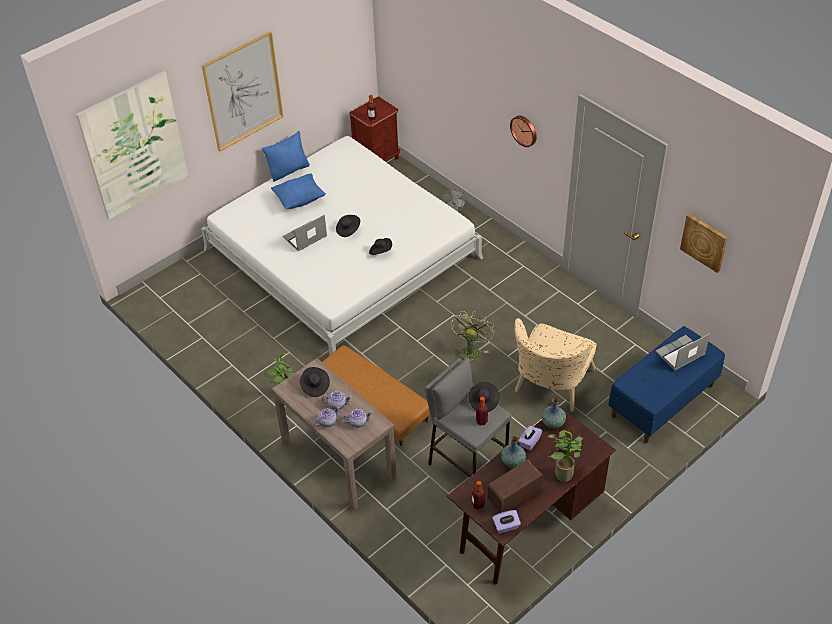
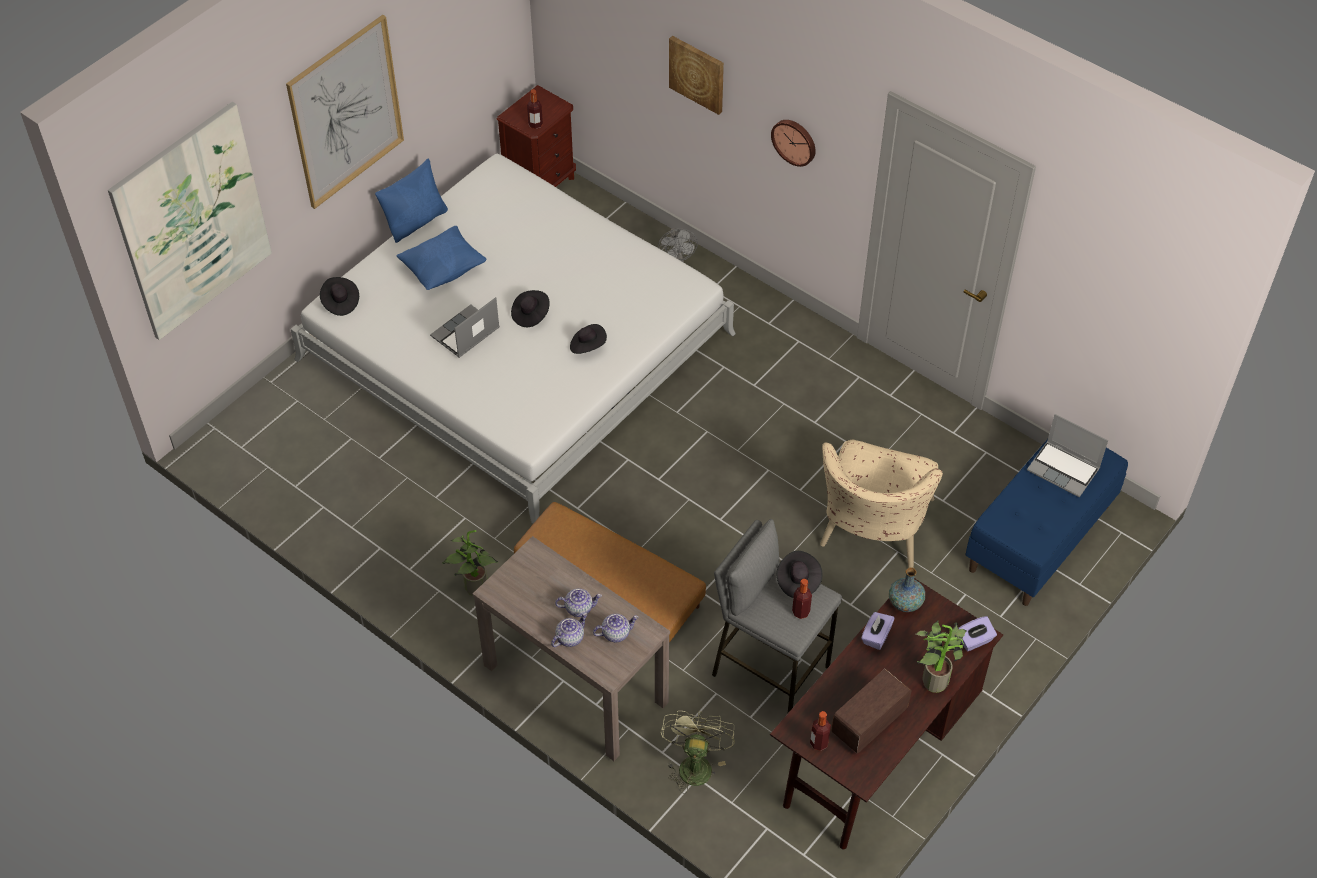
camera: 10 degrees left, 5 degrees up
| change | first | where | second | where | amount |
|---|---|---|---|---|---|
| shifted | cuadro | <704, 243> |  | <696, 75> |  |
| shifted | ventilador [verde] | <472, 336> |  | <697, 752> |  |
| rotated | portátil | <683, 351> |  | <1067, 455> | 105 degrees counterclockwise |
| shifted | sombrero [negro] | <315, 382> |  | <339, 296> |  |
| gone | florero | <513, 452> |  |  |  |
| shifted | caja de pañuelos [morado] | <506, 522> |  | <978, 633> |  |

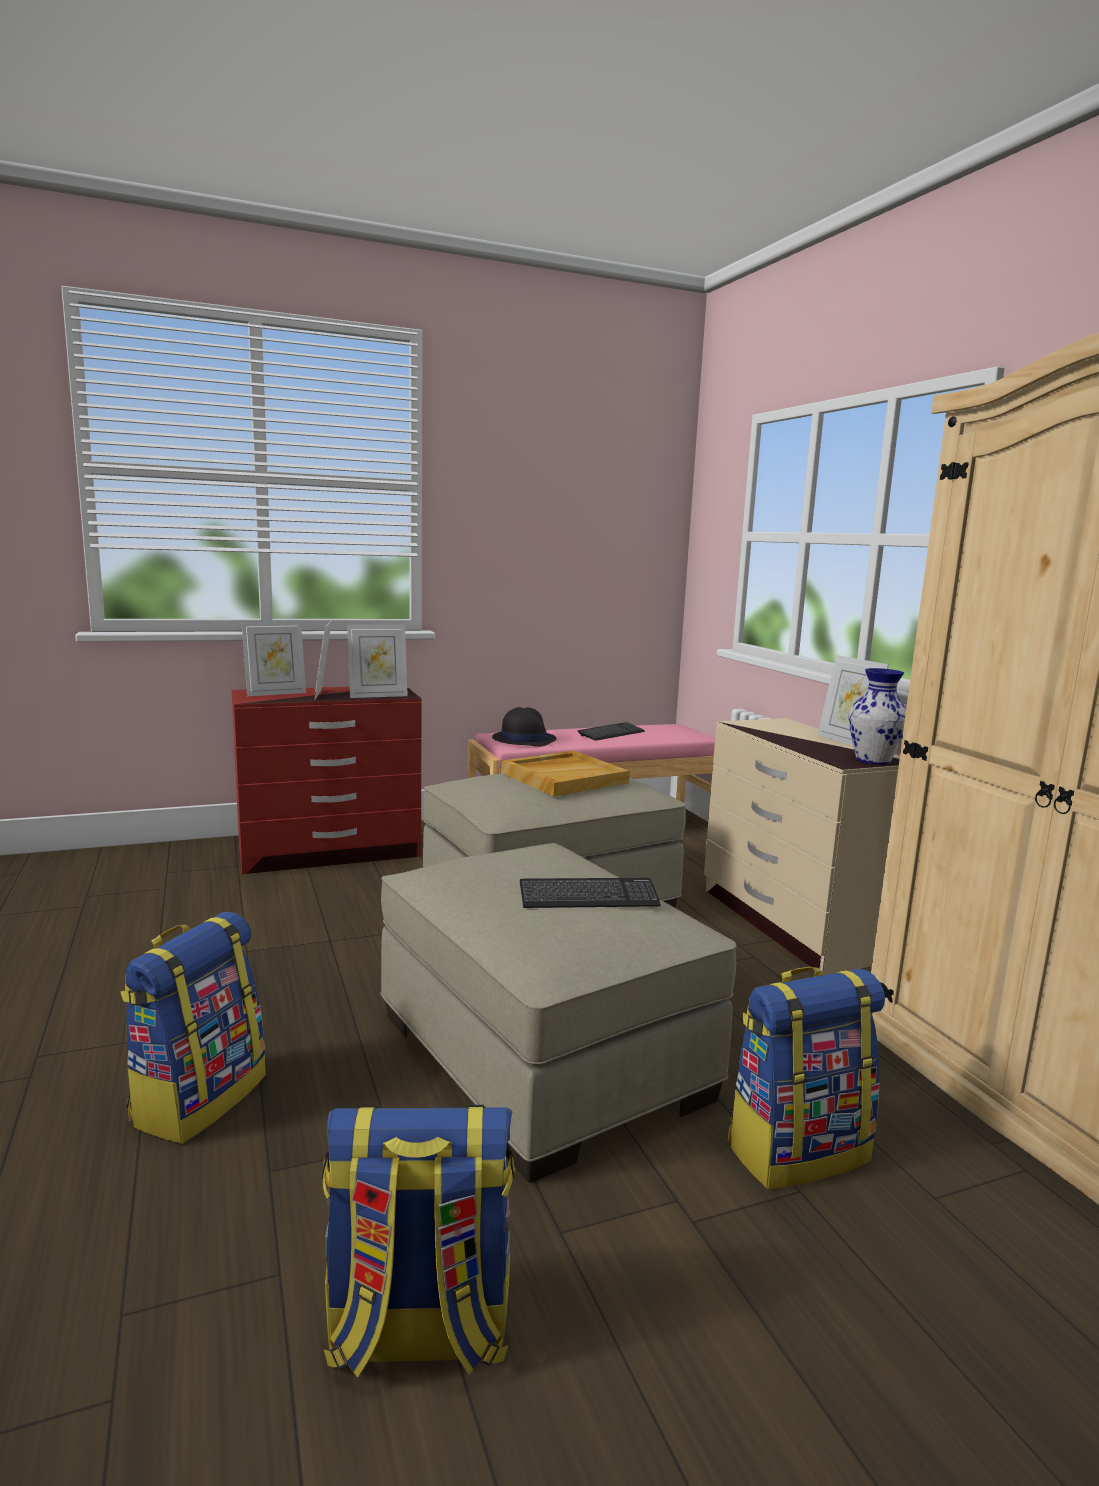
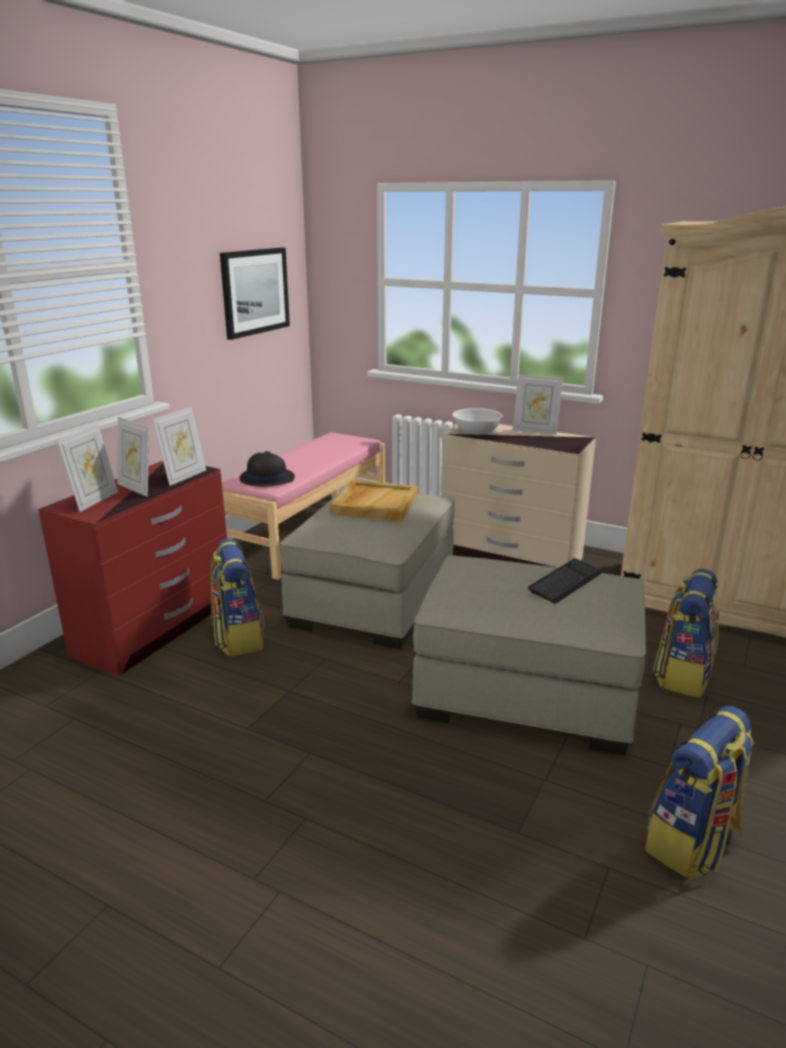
camera: 40 degrees left, 10 degrees up
| change | first | where | second | where | amount |
|---|---|---|---|---|---|
| gone | florero | <877, 716> |  |  |  |
| gone | teclado | <611, 731> |  |  |  |
| shifted | mochila | <193, 1028> |  | <237, 597> |  |
| new |  |  | cuadro | <255, 293> |  |
| new |  |  | cuenco [blanco] | <477, 421> |  |

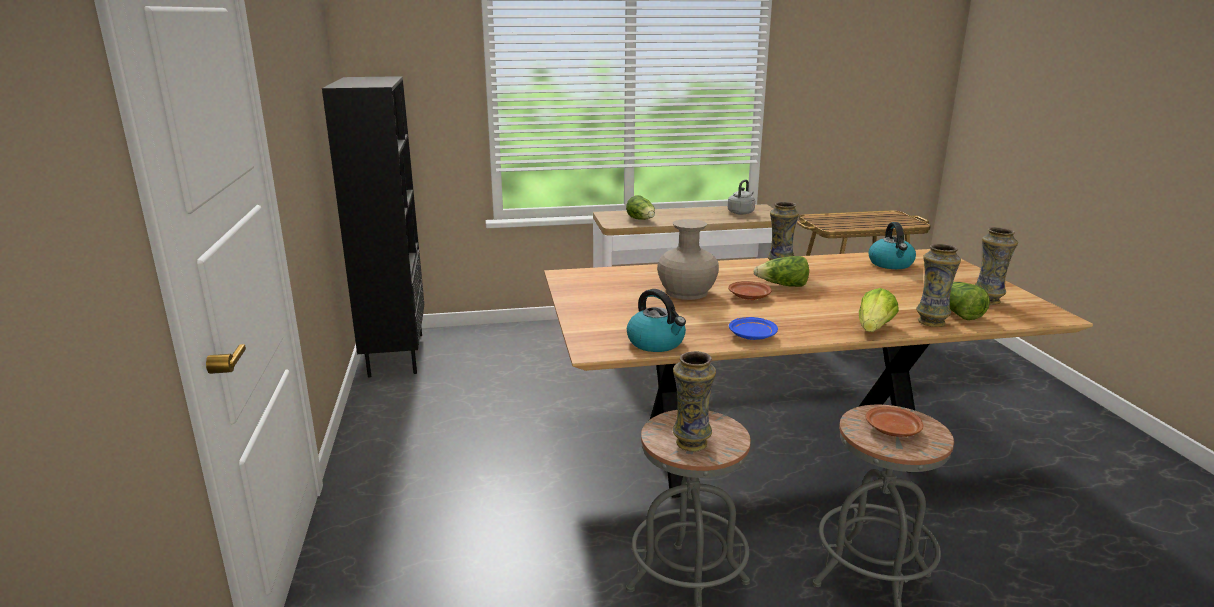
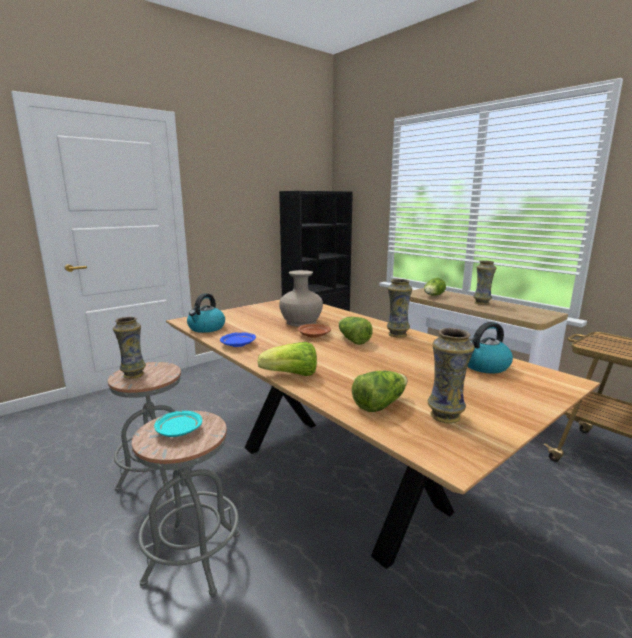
camera: 60 degrees right, 5 degrees down
| change | first | where | second | where | amount |
|---|---|---|---|---|---|
| gone | hervidor [gris] | <741, 197> |  |  |  |
| shifted | florero | <938, 285> |  | <484, 282> |  |
| repainted | plato [marrón] | <894, 421> | plato [turquesa] | <178, 424> |  |

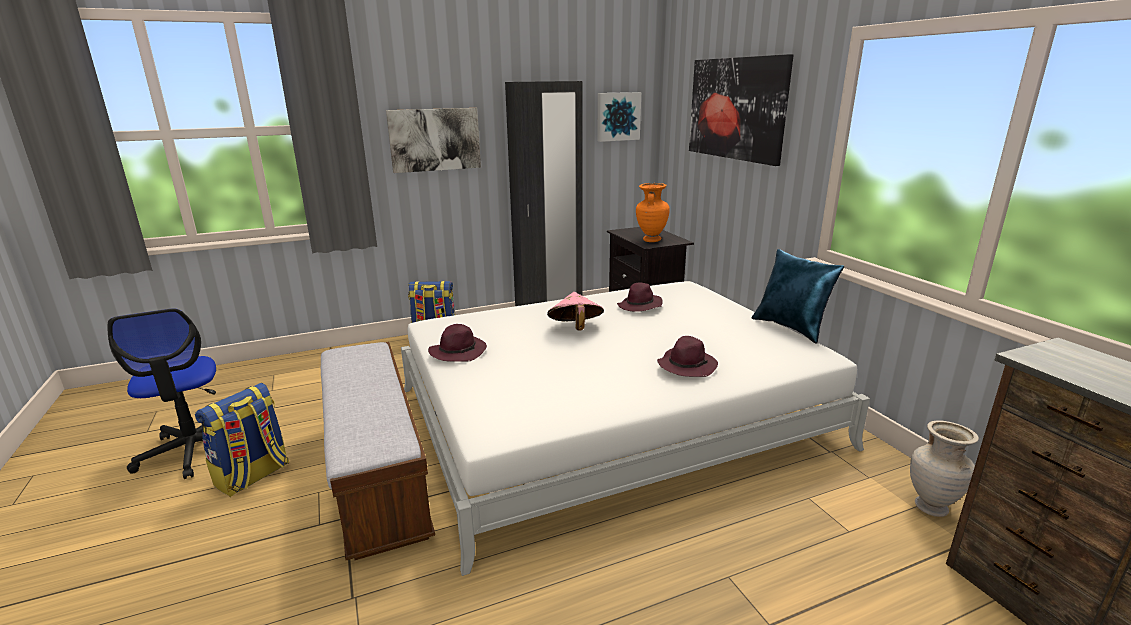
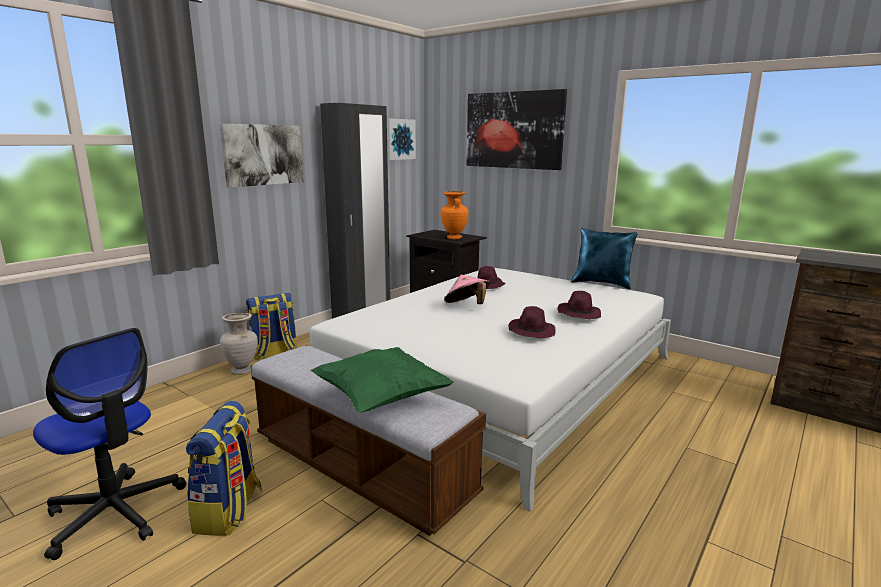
camera: 30 degrees left, 5 degrees down
| change | first | where | second | where | amount |
|---|---|---|---|---|---|
| shifted | sombrero [morado] | <457, 343> |  | <532, 322> |  |
| shifted | florero [beis] | <944, 468> |  | <239, 344> |  |
| new |  |  | cojín [verde] | <382, 380> |  |

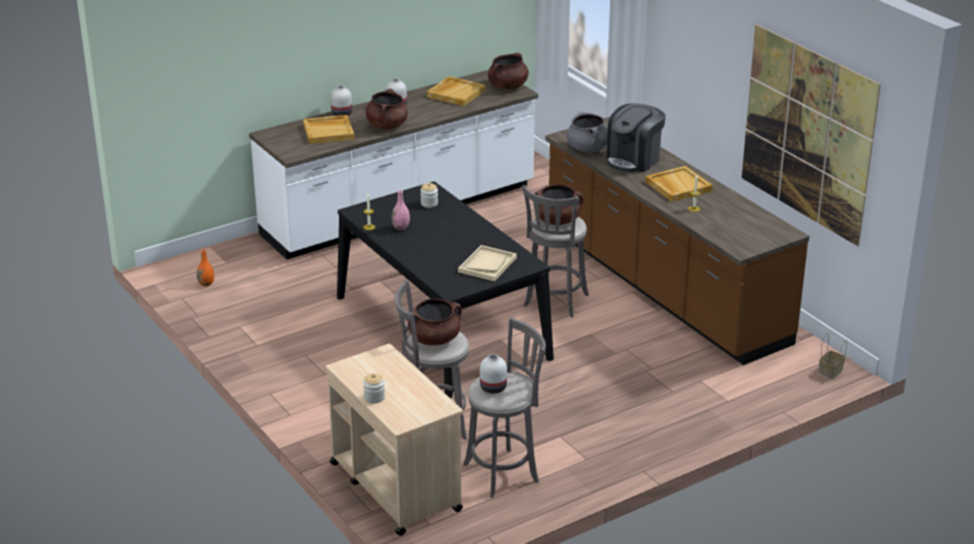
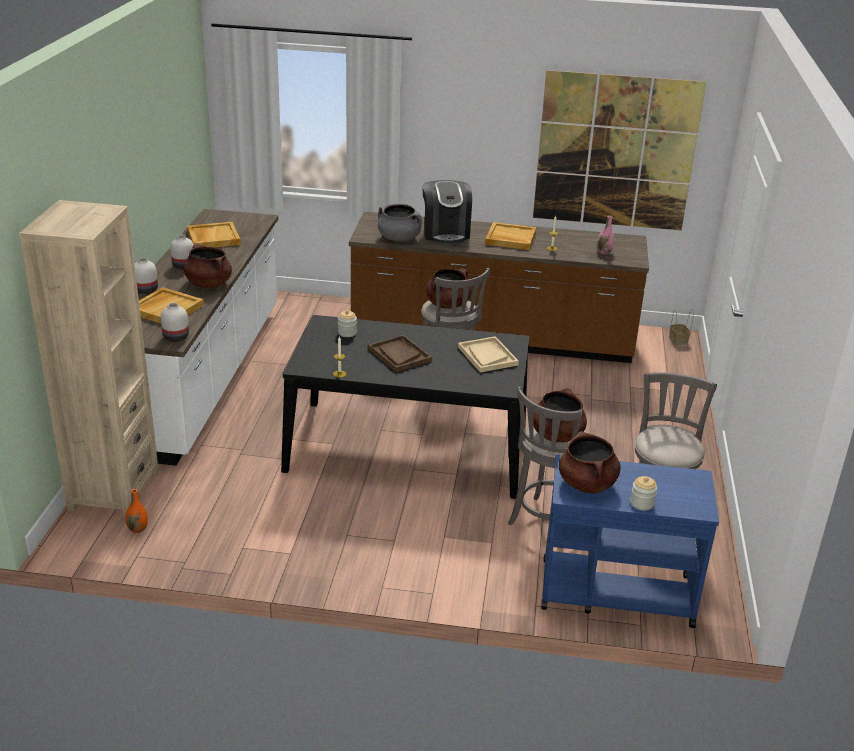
camera: 50 degrees left, 0 degrees up
| change | first | where | second | where | amount |
|---|---|---|---|---|---|
| shifted | olla [marrón] | <508, 71> |  | <589, 462> |  |
| shifted | florero [rosa] | <400, 210> |  | <606, 235> |  |
| repainted | carrito [beis] | <394, 440> | carrito [azul] | <630, 541> |  |
| shifted | florero [blanco] | <493, 374> |  | <175, 322> |  |
| new |  |  | estantería [beis] | <89, 358> |  |
| new |  |  | bandeja [marrón] | <400, 353> |  |

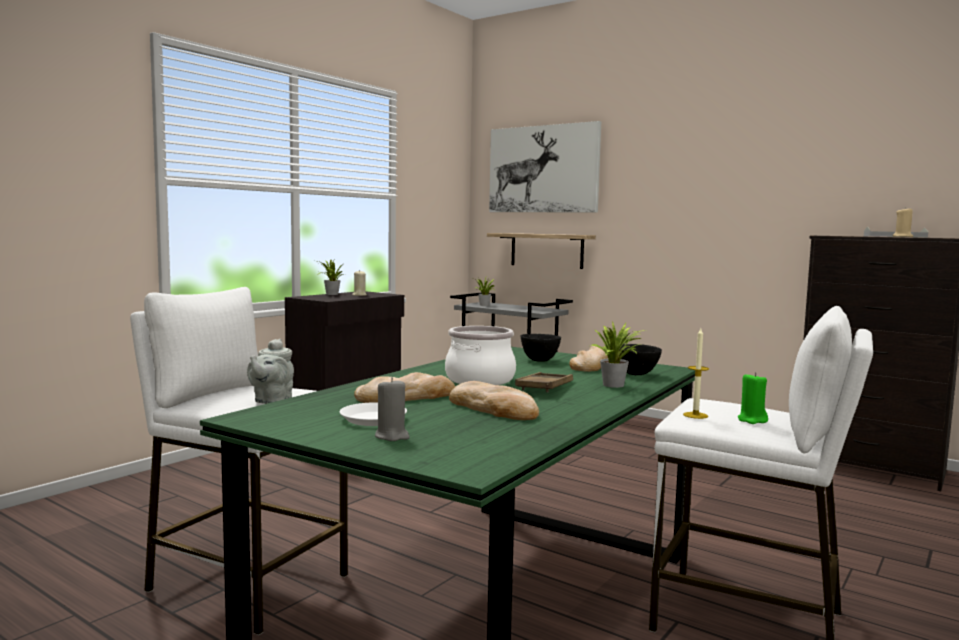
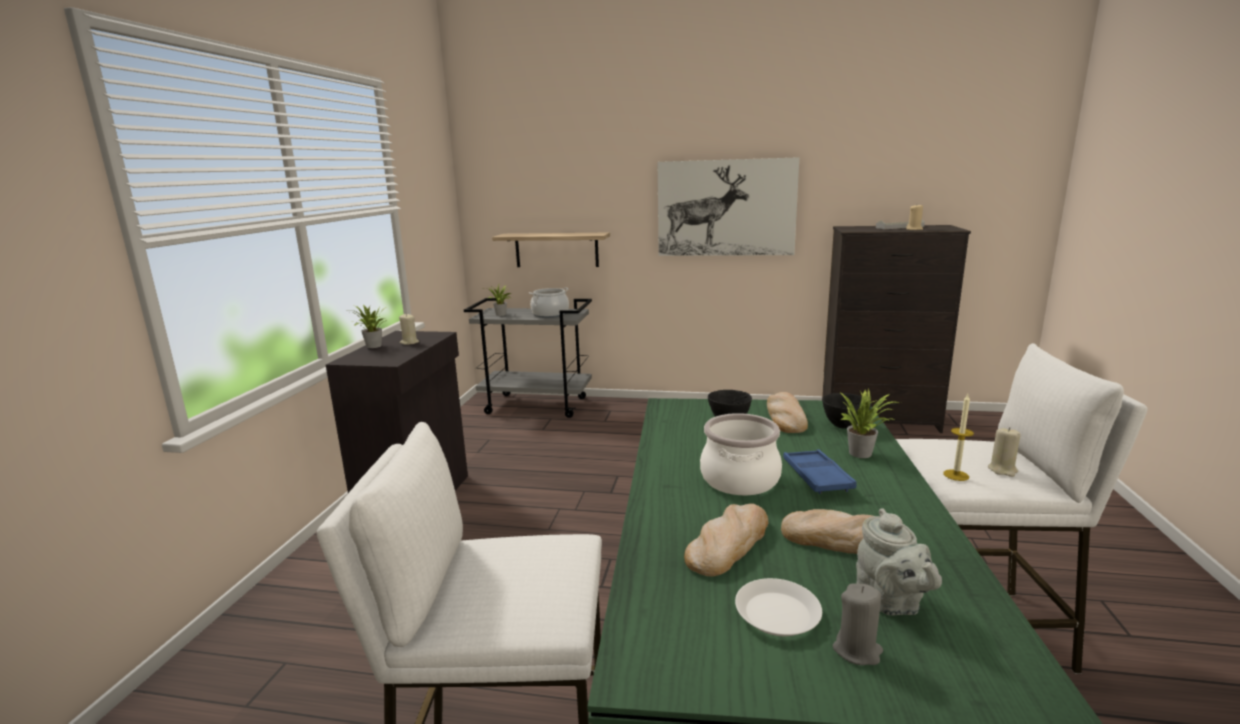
camera: 25 degrees left, 10 degrees up
| change | first | where | second | where | amount |
|---|---|---|---|---|---|
| shifted | cuadro | <545, 167> |  | <728, 206> |  |
| shifted | tetera [gris] | <270, 371> |  | <899, 561> |  |
| repainted | bandeja [marrón] | <544, 382> | bandeja [azul] | <819, 471> |  |
| repainted | vela [verde] | <753, 398> | vela [beis] | <1004, 452> |  |
| new |  |  | olla | <549, 303> |  |

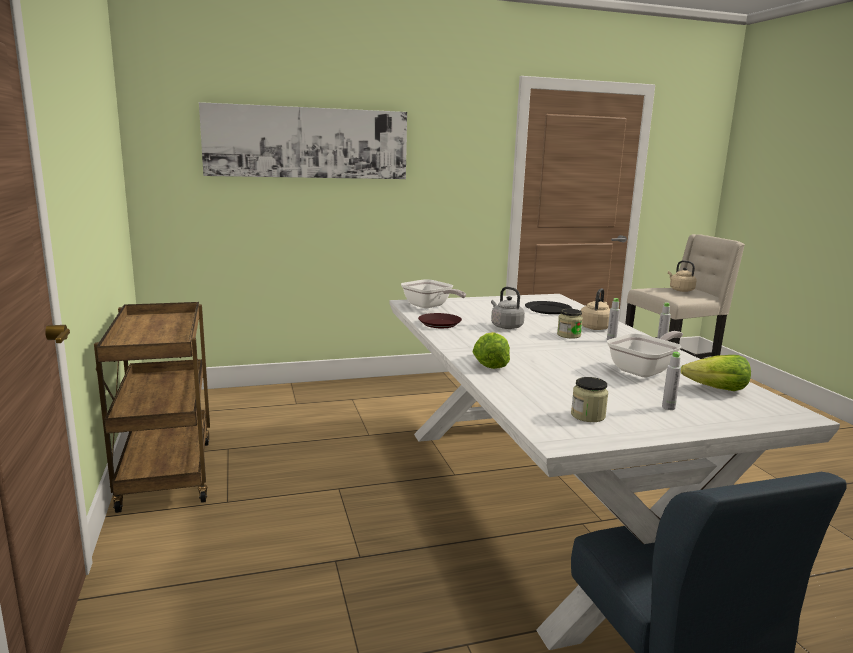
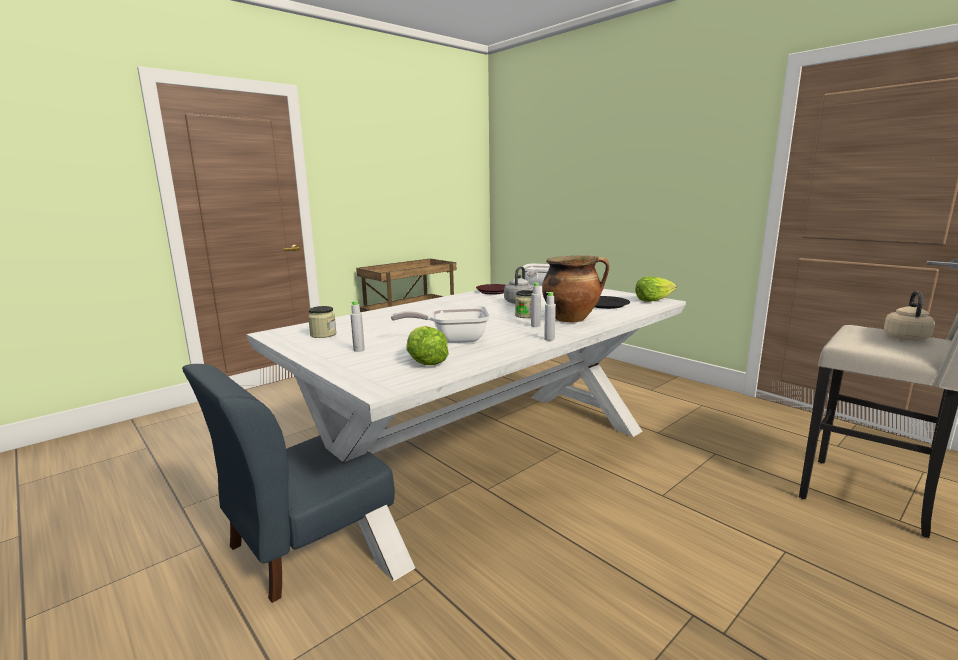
camera: 65 degrees right, 0 degrees up
| change | first | where | second | where | amount |
|---|---|---|---|---|---|
| gone | cuadro | <303, 140> |  |  |  |
| swapped | hervidor [beis] | <595, 309> | olla | <575, 289> |  |
| rotated | sartén | <645, 354> |  | <440, 324> | 150 degrees clockwise |
| shifted | lechuga | <491, 350> |  | <656, 289> |  |

